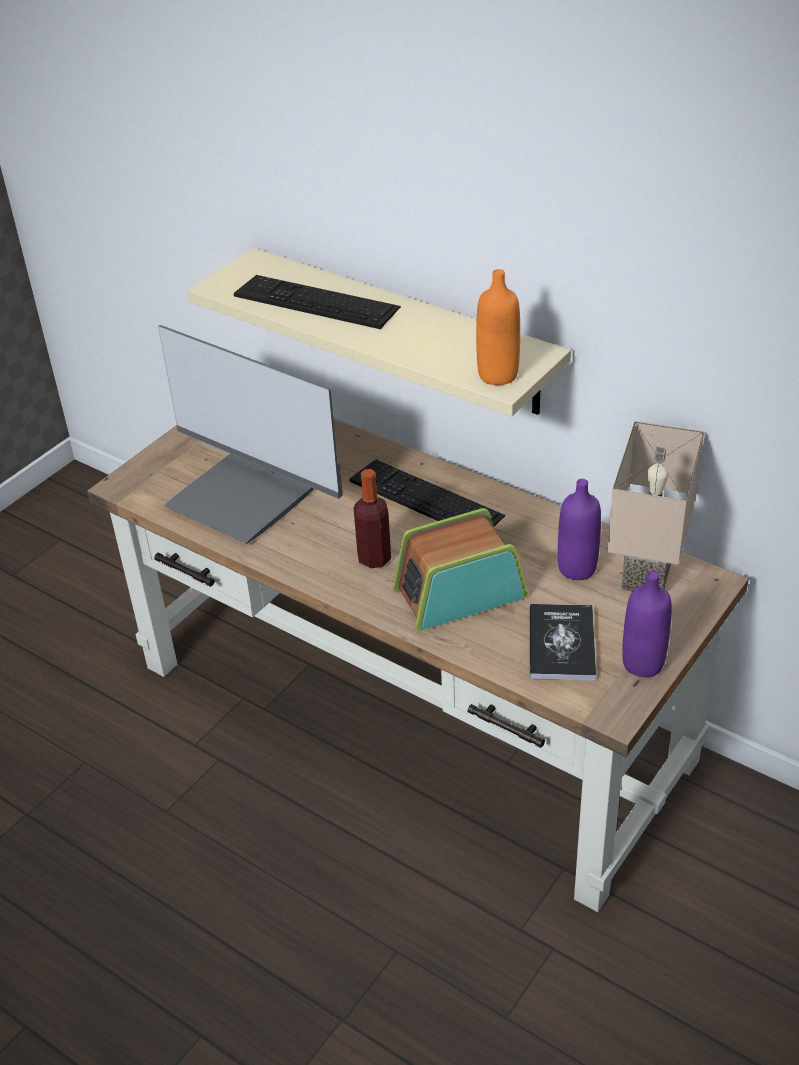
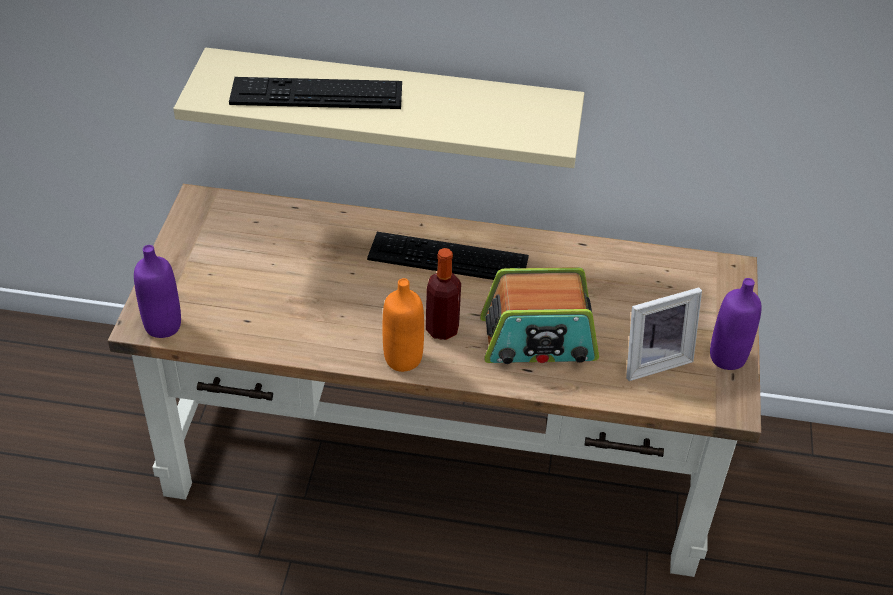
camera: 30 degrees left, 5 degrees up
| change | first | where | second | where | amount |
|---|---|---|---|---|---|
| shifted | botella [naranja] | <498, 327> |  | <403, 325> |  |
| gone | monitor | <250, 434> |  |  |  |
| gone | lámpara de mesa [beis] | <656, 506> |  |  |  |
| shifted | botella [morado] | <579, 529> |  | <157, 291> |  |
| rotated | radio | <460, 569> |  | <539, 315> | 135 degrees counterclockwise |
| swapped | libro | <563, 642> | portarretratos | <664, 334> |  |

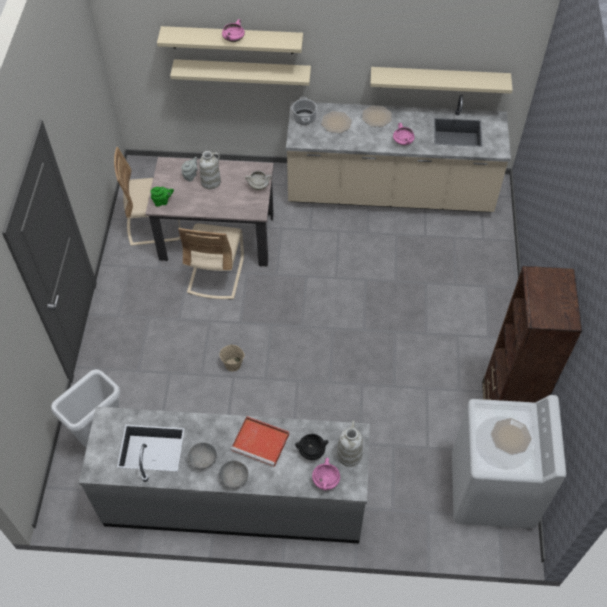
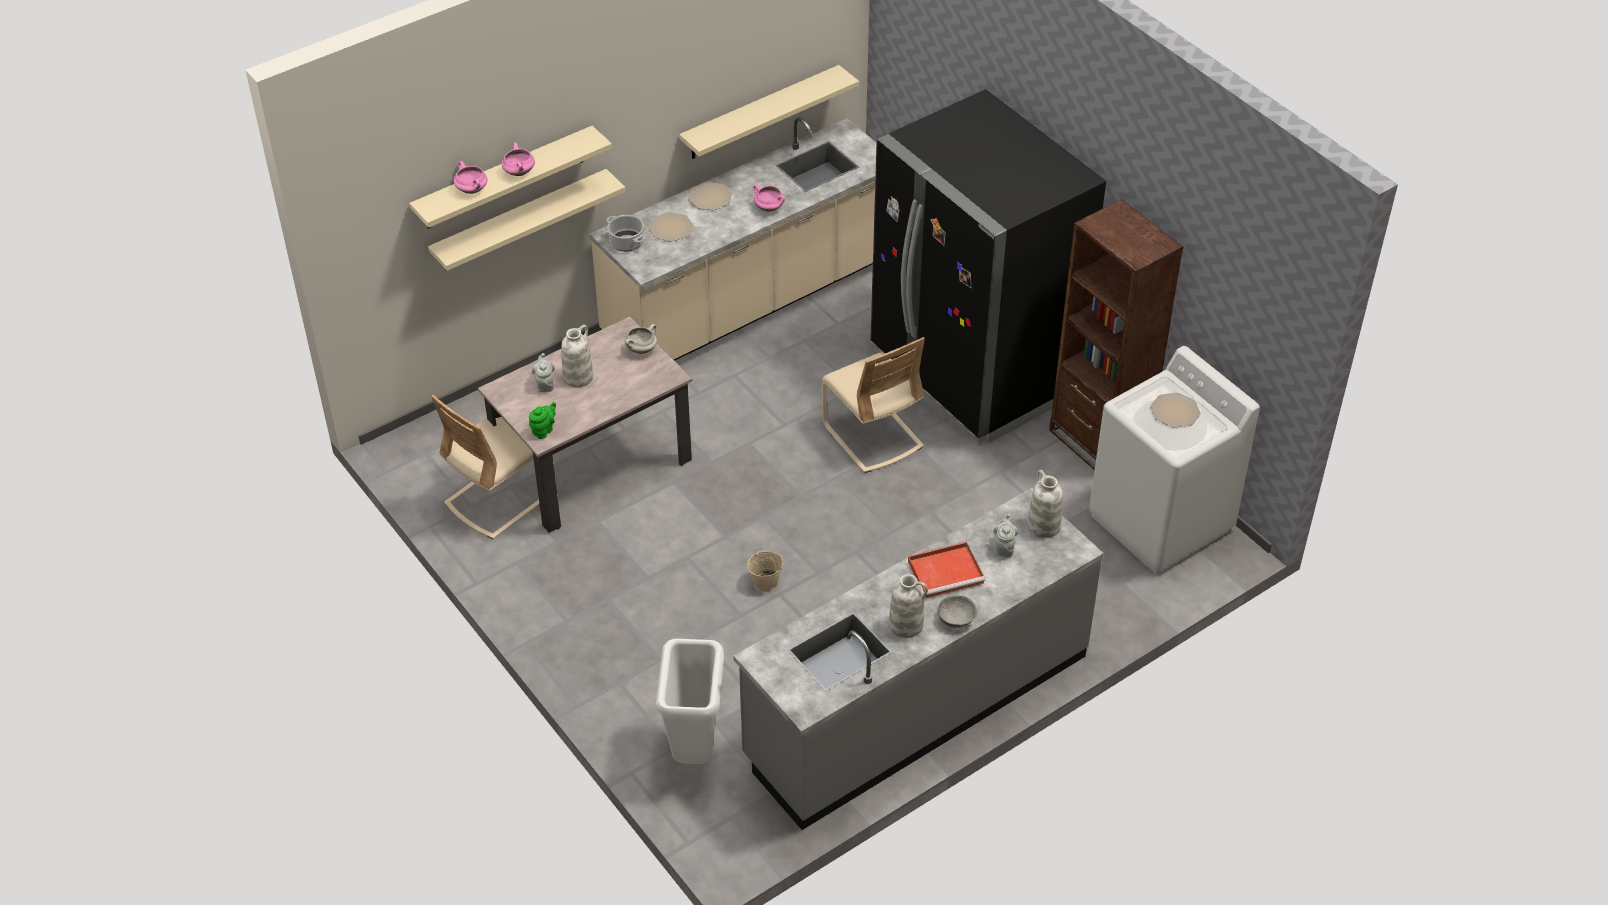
camera: 40 degrees left, 10 degrees down
| change | first | where | second | where | amount |
|---|---|---|---|---|---|
| shifted | silla [beis] | <211, 261> |  | <873, 405> |  |
| swapped | olla [negro] | <311, 447> | tetera [gris] | <1005, 535> |  |
| swapped | cuenco [gris] | <202, 456> | florero [blanco] | <908, 606> |  |
| shifted | olla [rosa] | <326, 474> |  | <470, 177> |  |
| new |  |  | nevera [negro] | <988, 267> |  |

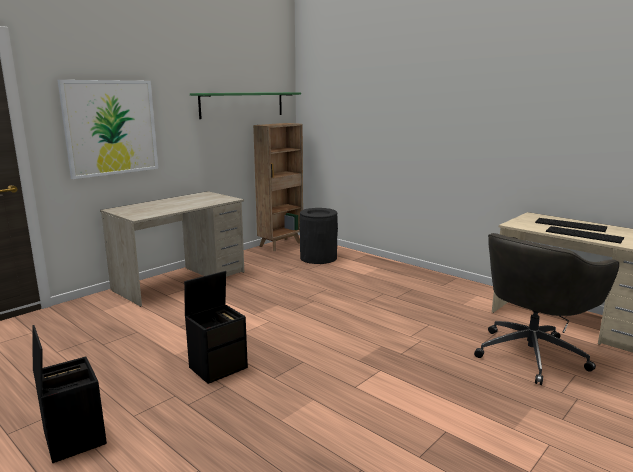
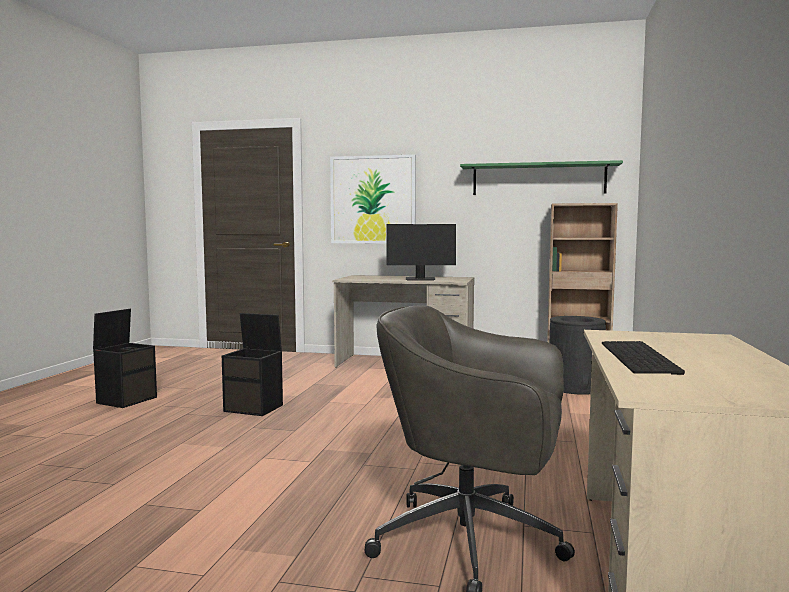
camera: 60 degrees right, 10 degrees down
| change | first | where | second | where | amount |
|---|---|---|---|---|---|
| gone | teclado | <571, 225> |  |  |  |
| new |  |  | monitor | <421, 252> |  |

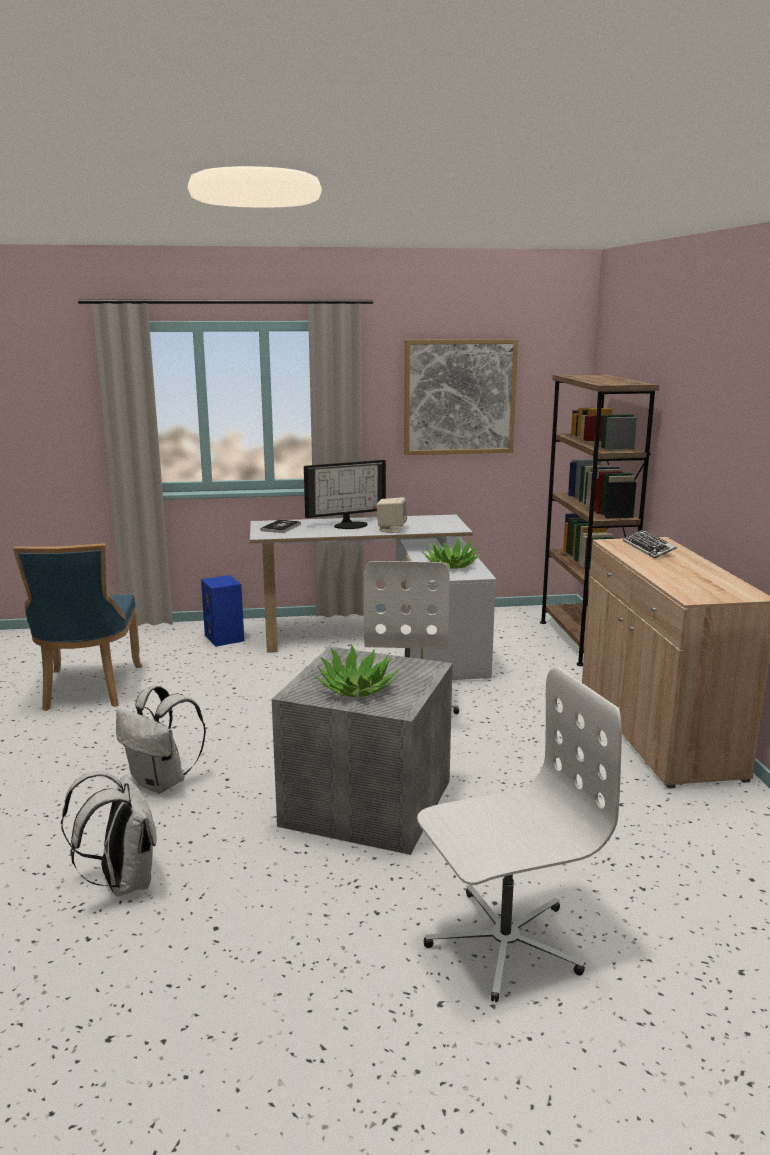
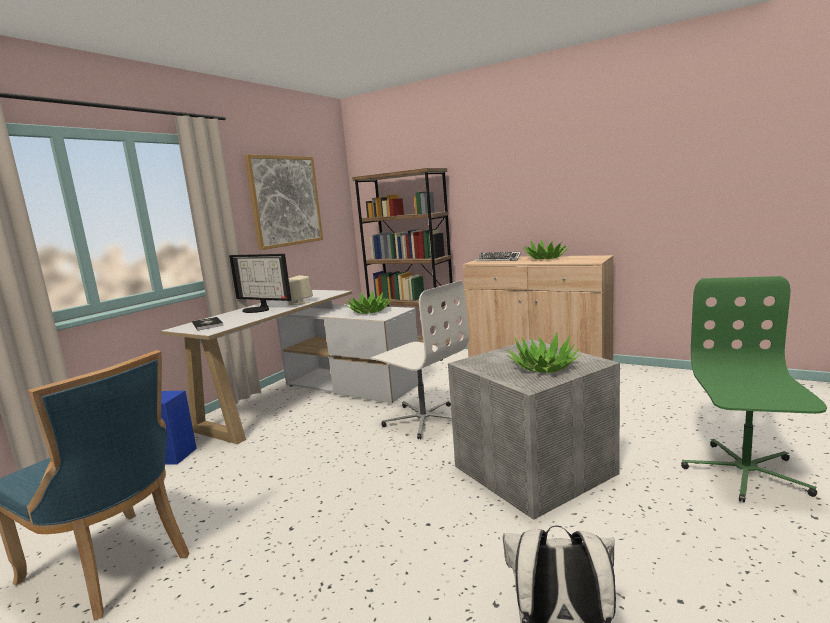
camera: 50 degrees left, 5 degrees down
| change | first | where | second | where | amount |
|---|---|---|---|---|---|
| rotated | monitor | <345, 494> |  | <260, 283> | 105 degrees clockwise |
| repainted | silla de oficina [blanco] | <519, 834> | silla de oficina [verde] | <754, 389> |  |
| gone | mochila [blanco] | <161, 739> |  |  |  |
| new |  |  | planta en maceta | <545, 249> |  |

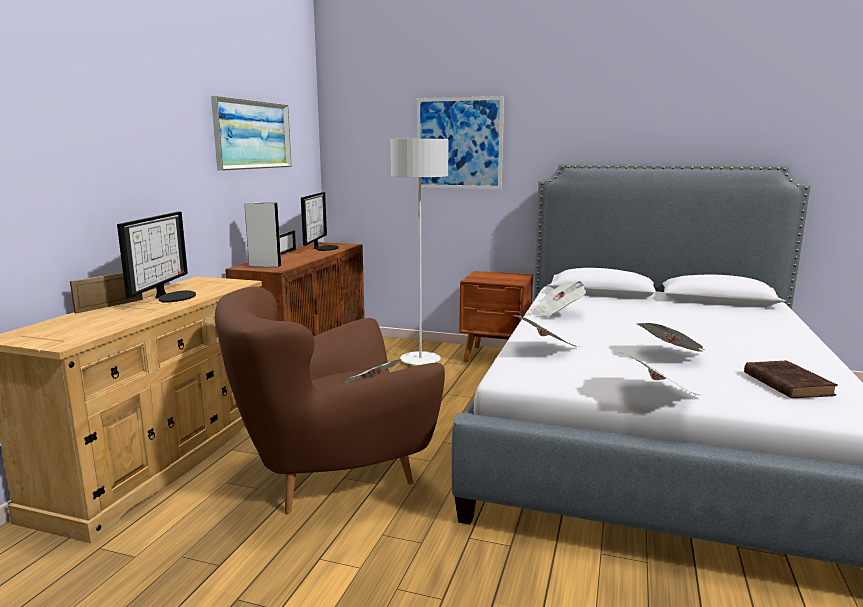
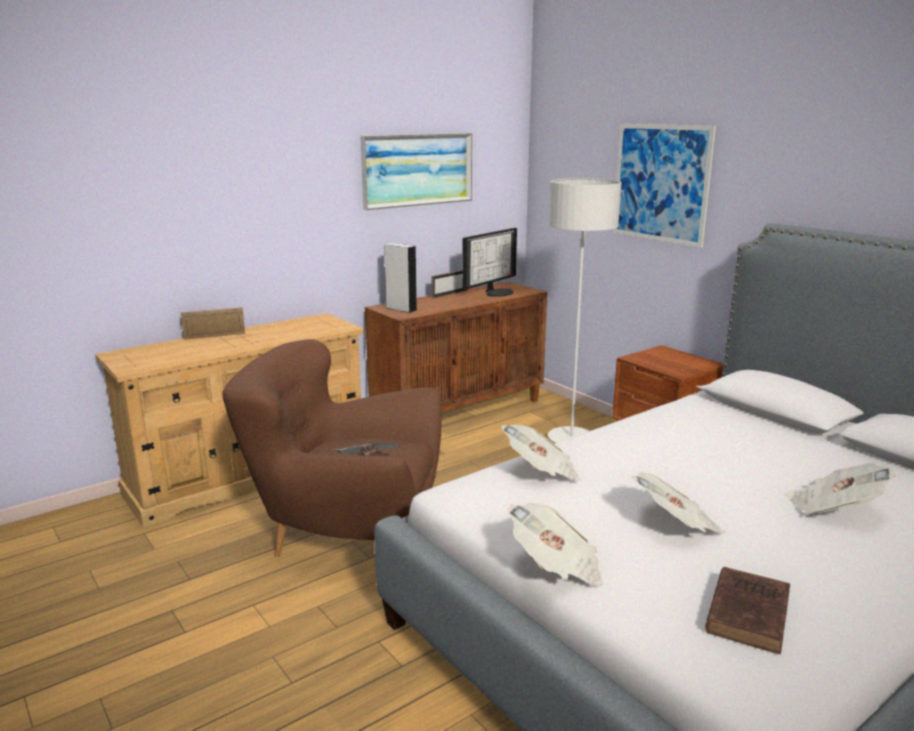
camera: 35 degrees right, 5 degrees up
| change | first | where | second | where | amount |
|---|---|---|---|---|---|
| gone | monitor | <156, 257> |  |  |  |
| shifted | periódico | <557, 299> |  | <841, 489> |  |

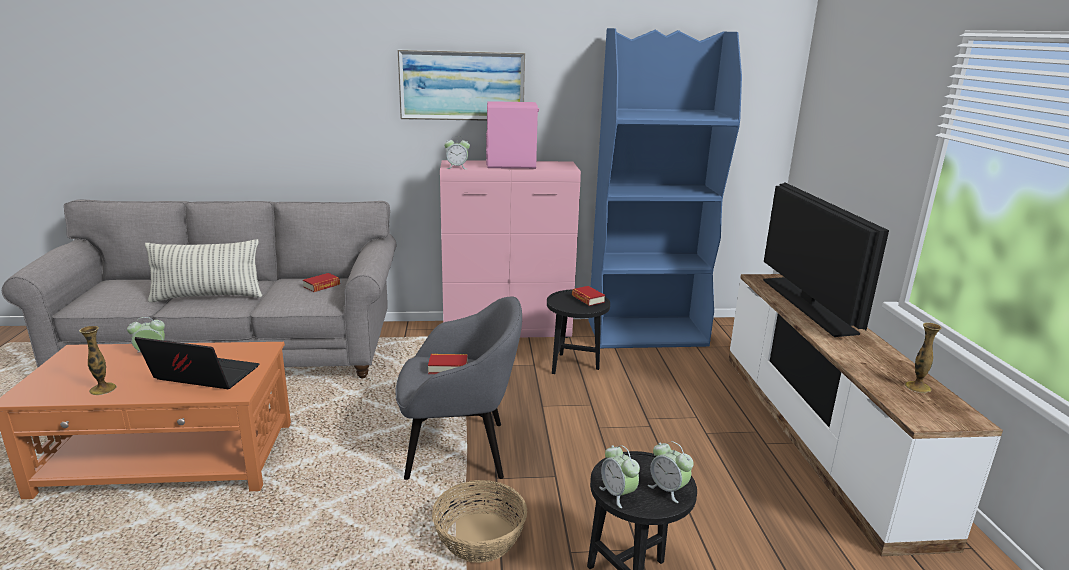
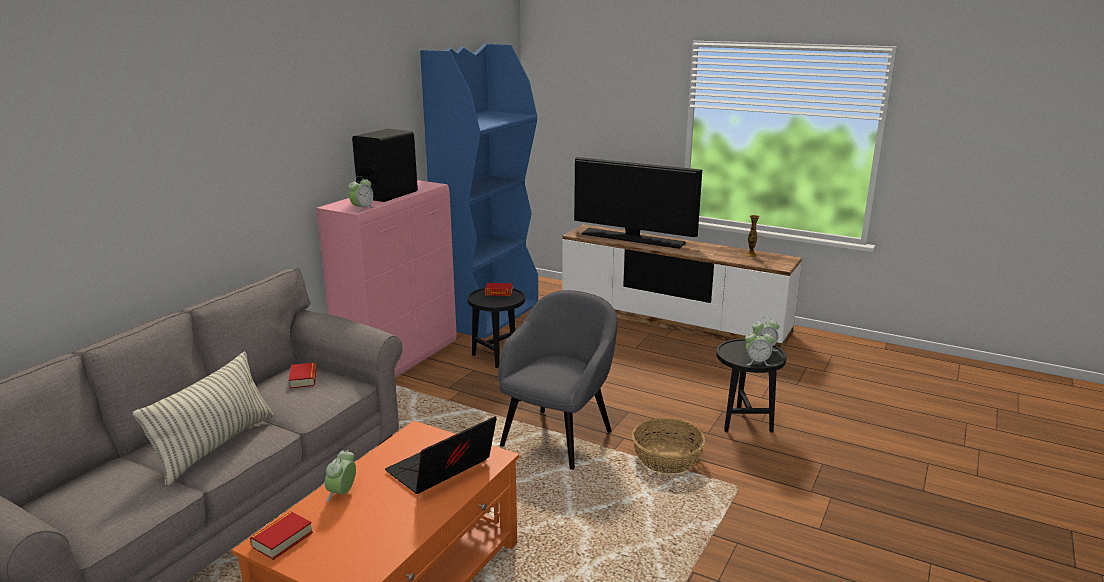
camera: 55 degrees left, 0 degrees up
| change | first | where | second | where | amount |
|---|---|---|---|---|---|
| gone | cuadro | <461, 85> |  |  |  |
| repainted | altavoz [rosa] | <512, 135> | altavoz [negro] | <385, 165> |  |
| gone | florero | <98, 360> |  |  |  |
| shifted | libro | <448, 364> |  | <281, 536> |  |

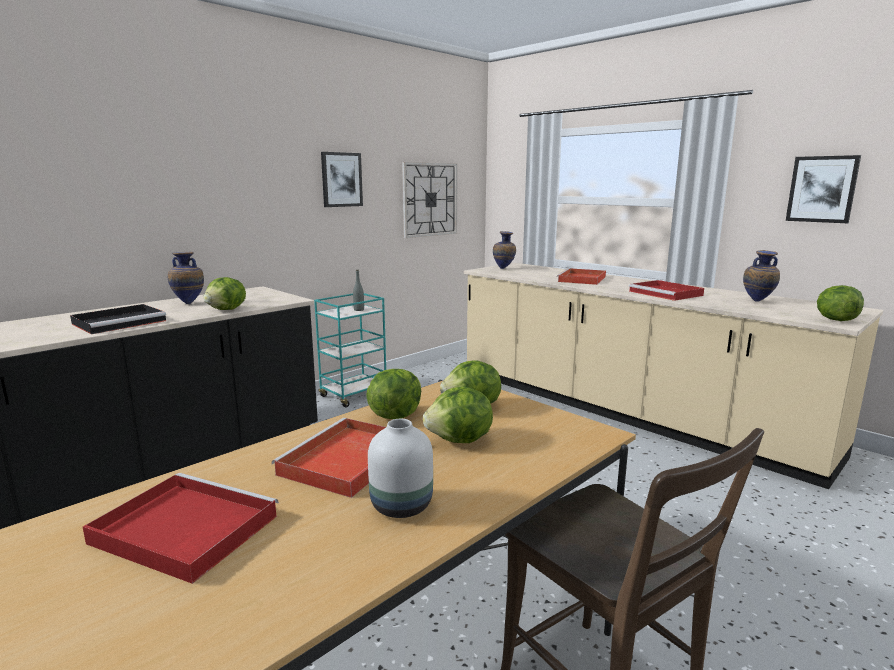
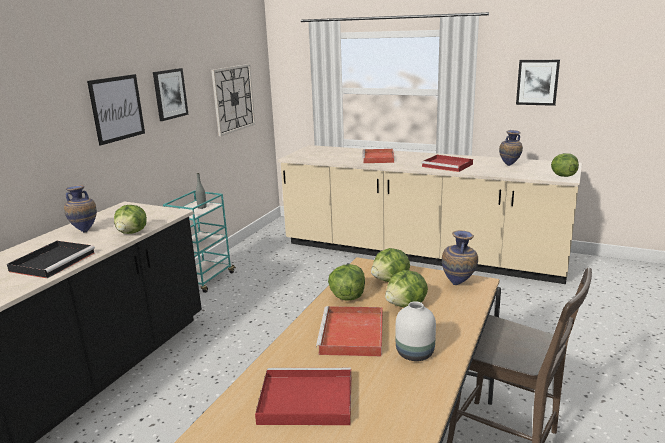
camera: 20 degrees left, 5 degrees up
| change | first | where | second | where | amount |
|---|---|---|---|---|---|
| shifted | florero | <504, 250> |  | <460, 257> |  |
| new |  |  | cuadro | <116, 110> |  |

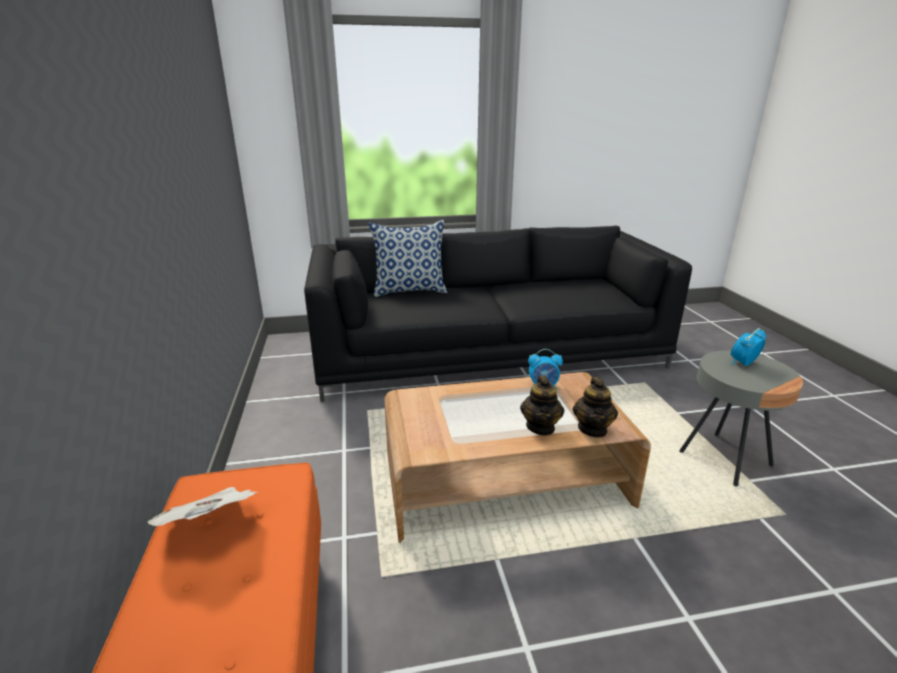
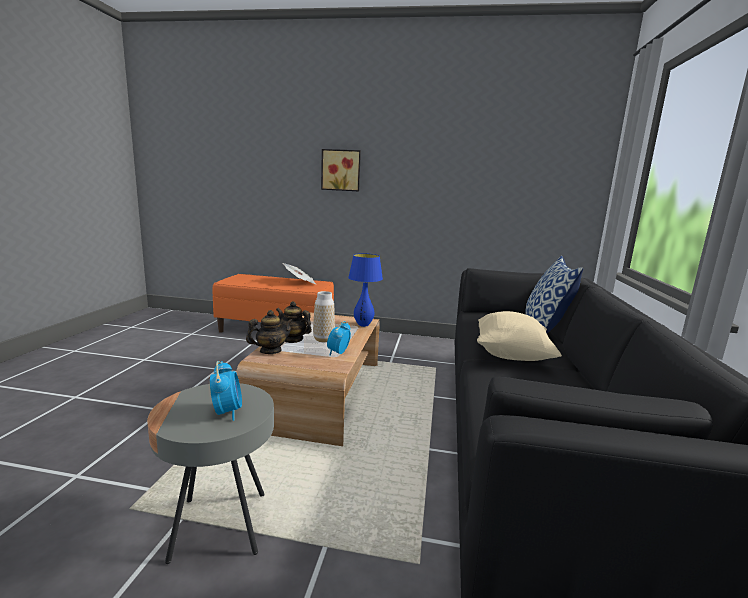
camera: 110 degrees right, 10 degrees down
| change | first | where | second | where | amount |
|---|---|---|---|---|---|
| rotated | tetera | <595, 407> |  | <269, 332> | 120 degrees clockwise |
| new |  |  | cuadro | <341, 170> |  |
| new |  |  | lámpara de mesa [azul] | <365, 290> |  |
| new |  |  | florero | <324, 316> |  |
| new |  |  | cojín [beis] | <519, 336> |  |

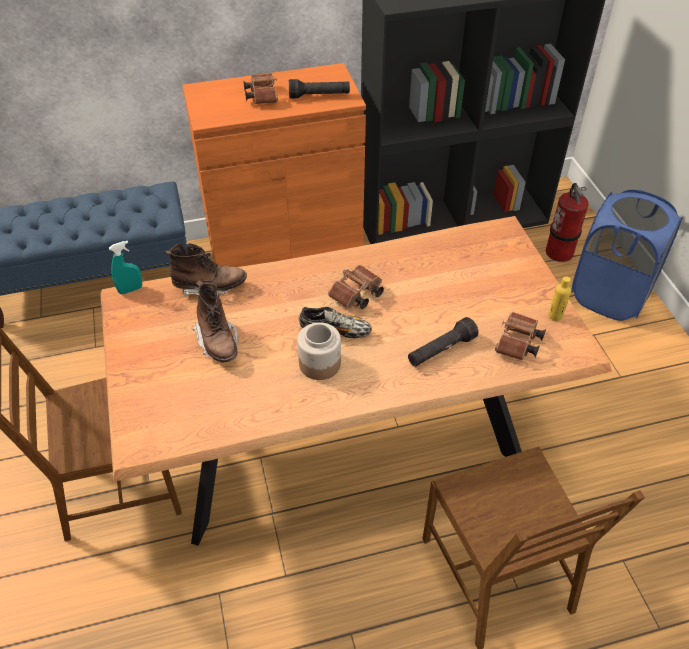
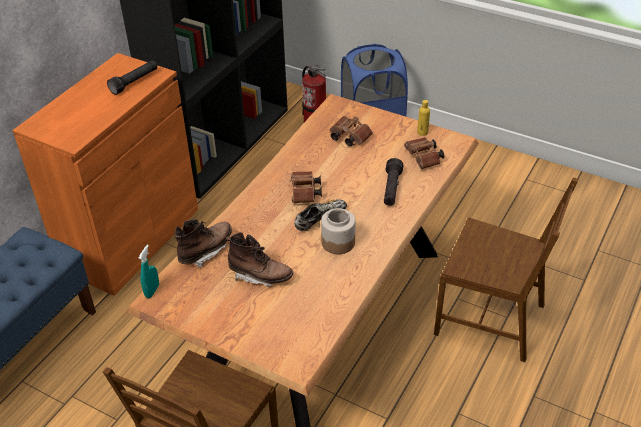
camera: 45 degrees left, 5 degrees down
| change | first | where | second | where | amount |
|---|---|---|---|---|---|
| shifted | prismáticos [marrón] | <260, 88> |  | <351, 131> |  |

